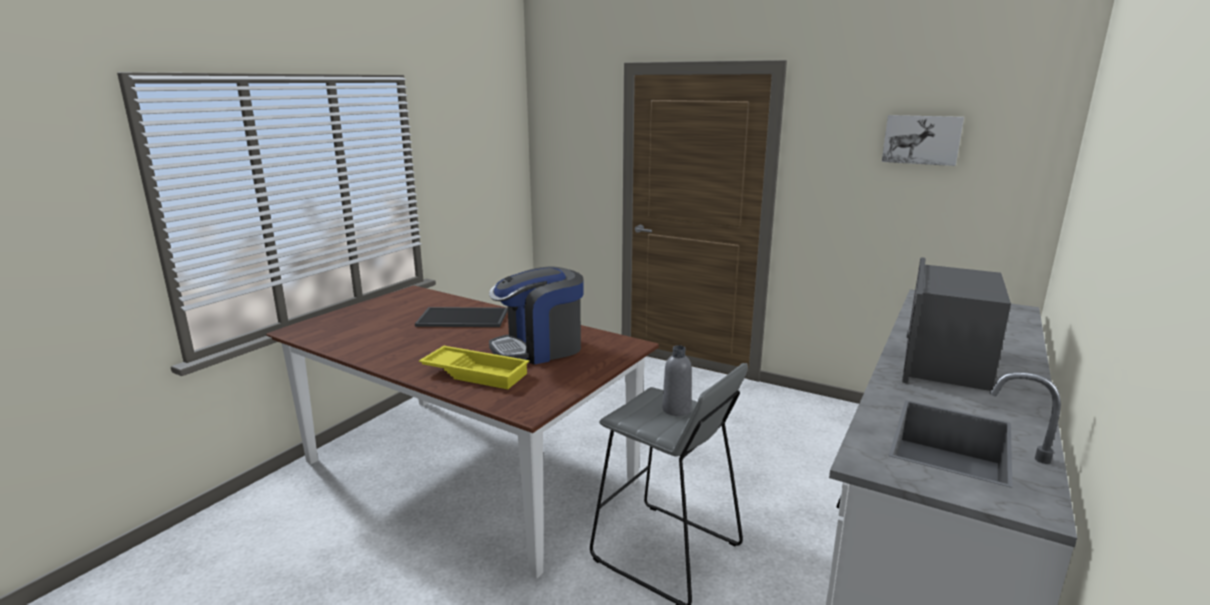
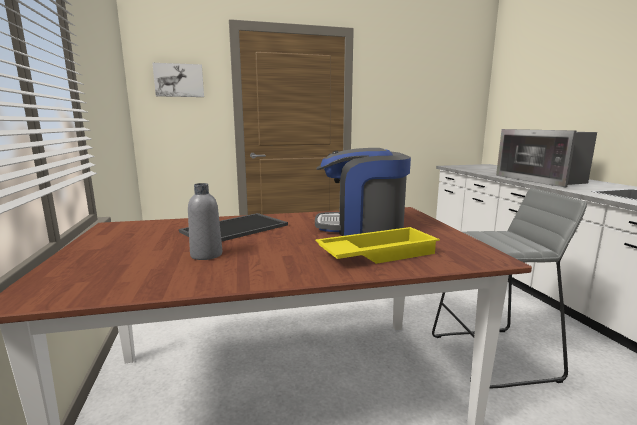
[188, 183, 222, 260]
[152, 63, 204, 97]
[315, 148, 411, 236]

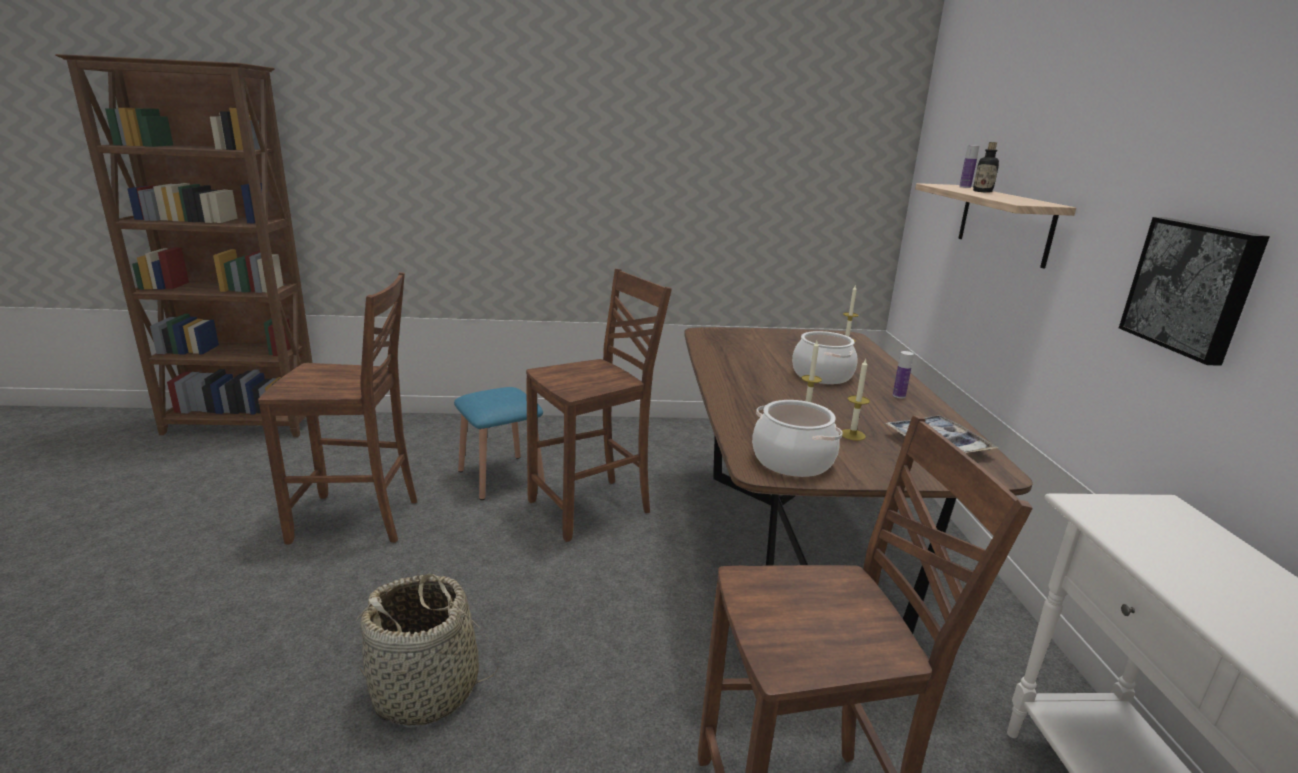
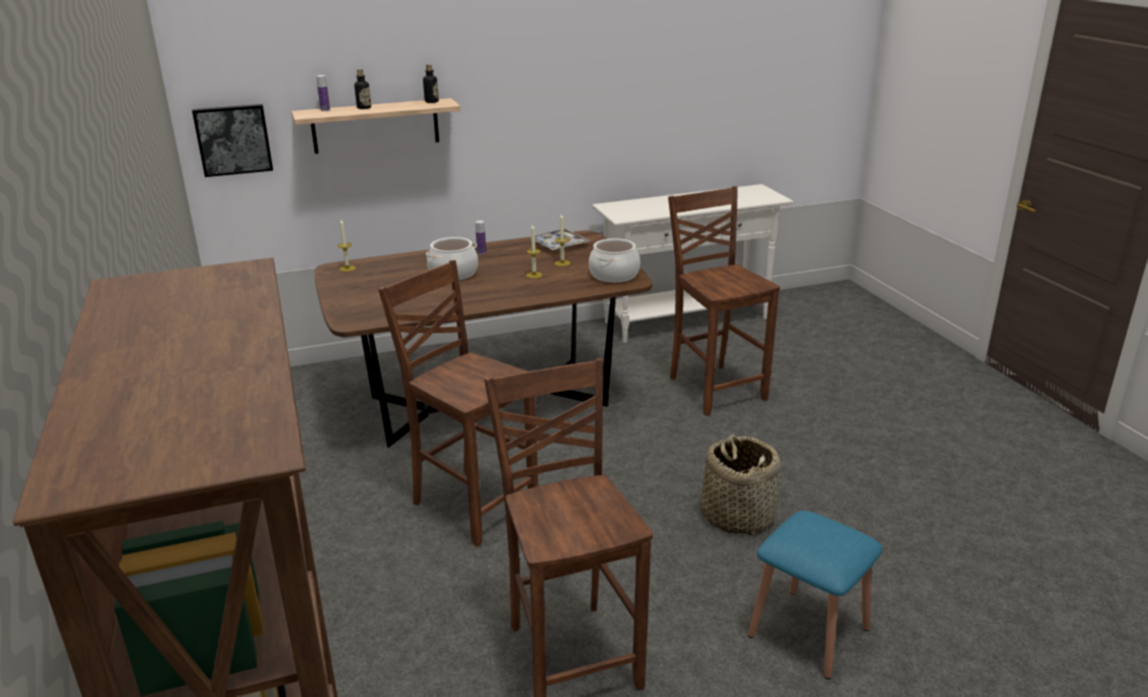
[423, 64, 439, 103]
[748, 510, 883, 679]
[192, 104, 273, 177]

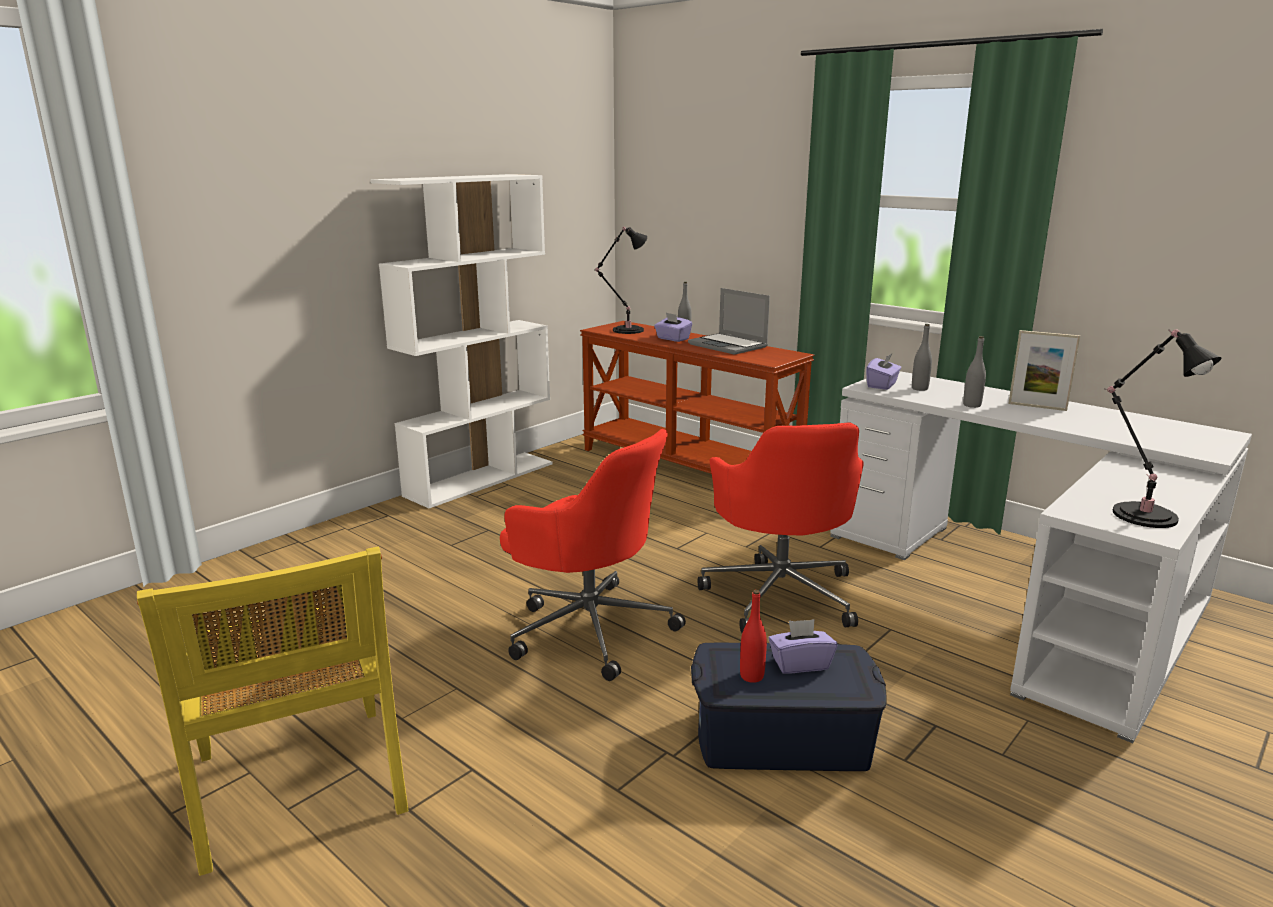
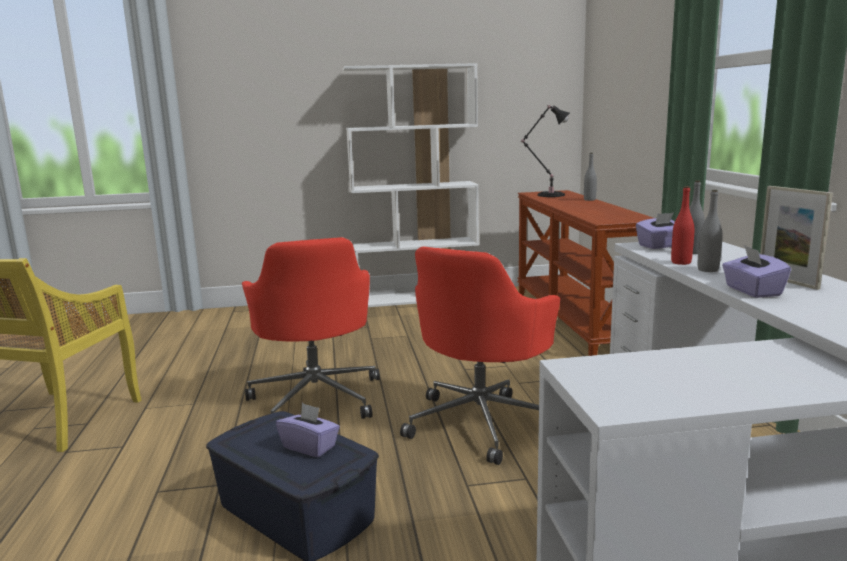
[688, 288, 770, 355] (first image)
[1104, 329, 1222, 528] (first image)
[722, 245, 791, 298]
[671, 186, 694, 265]

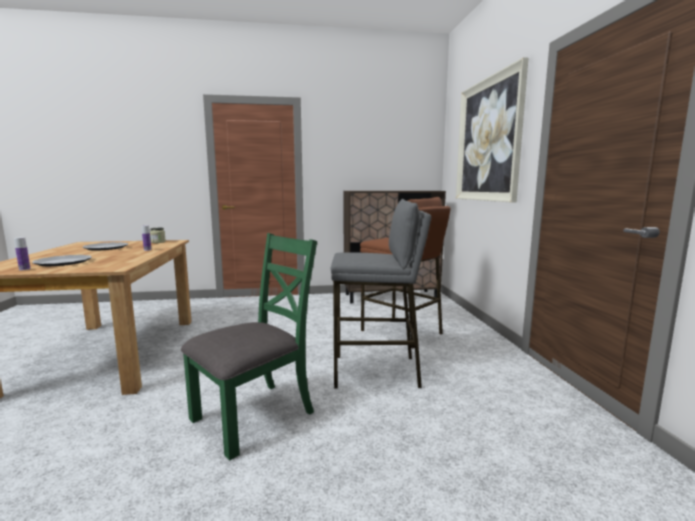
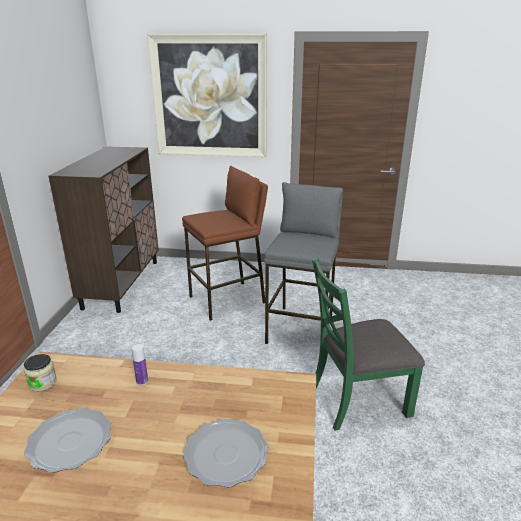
[14, 237, 30, 270] (first image)
[312, 257, 425, 431]

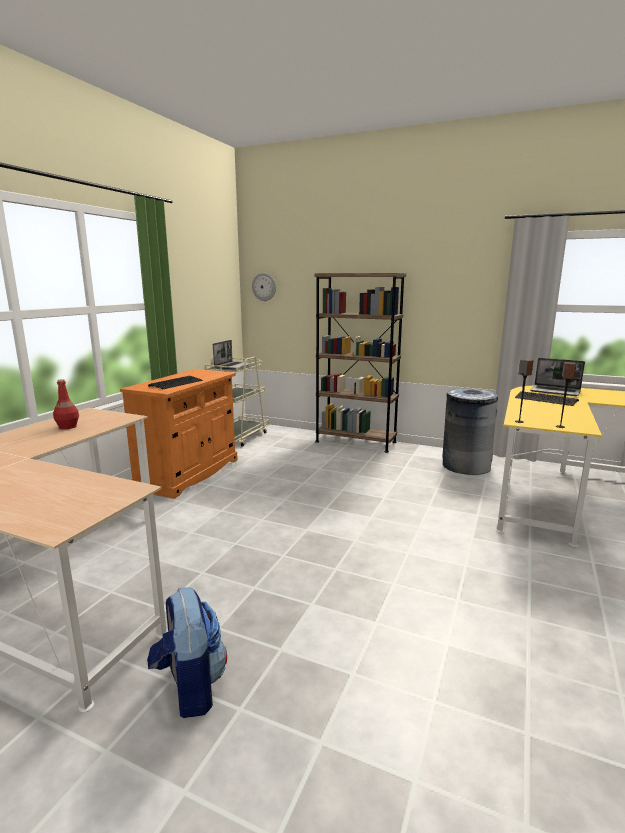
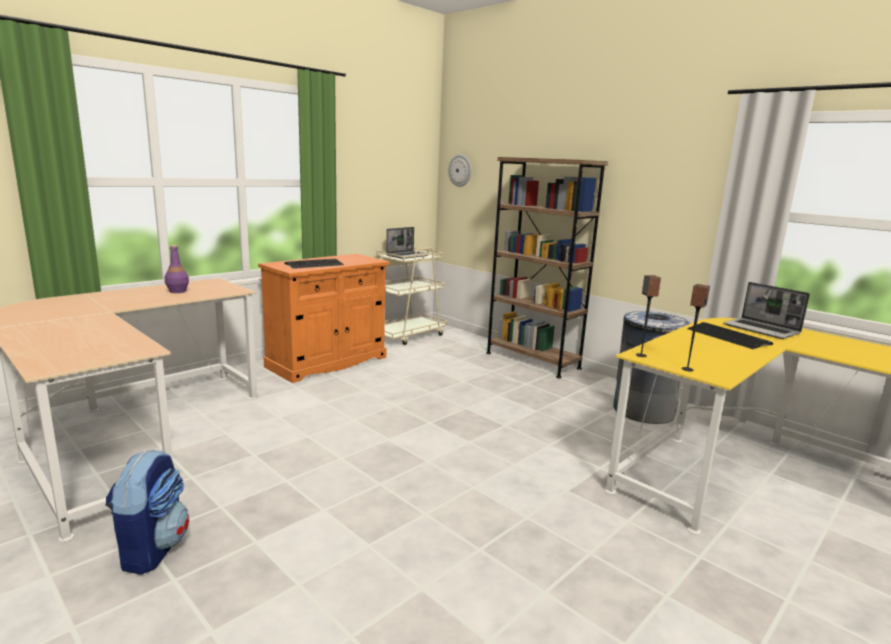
[165, 245, 189, 293]

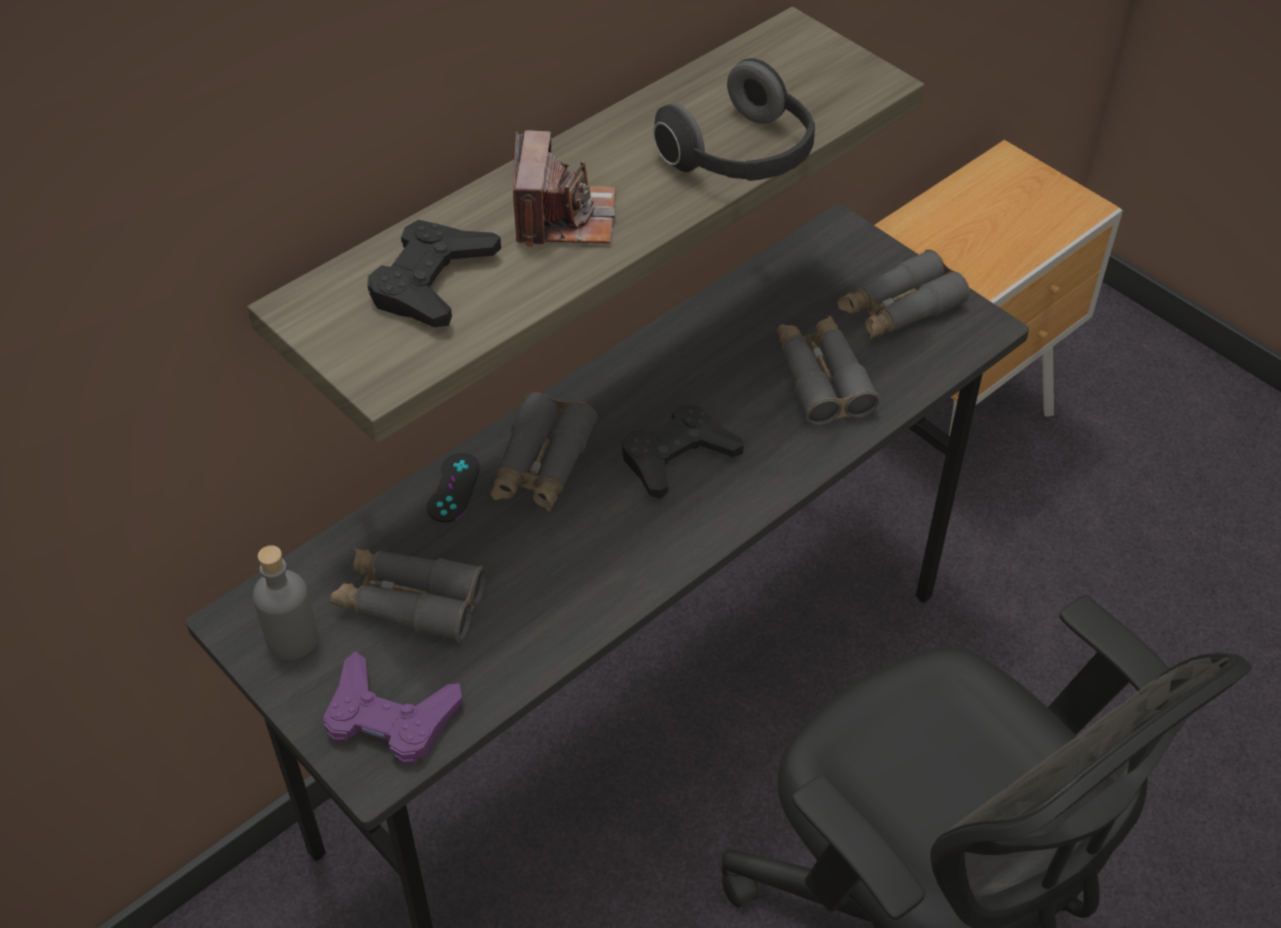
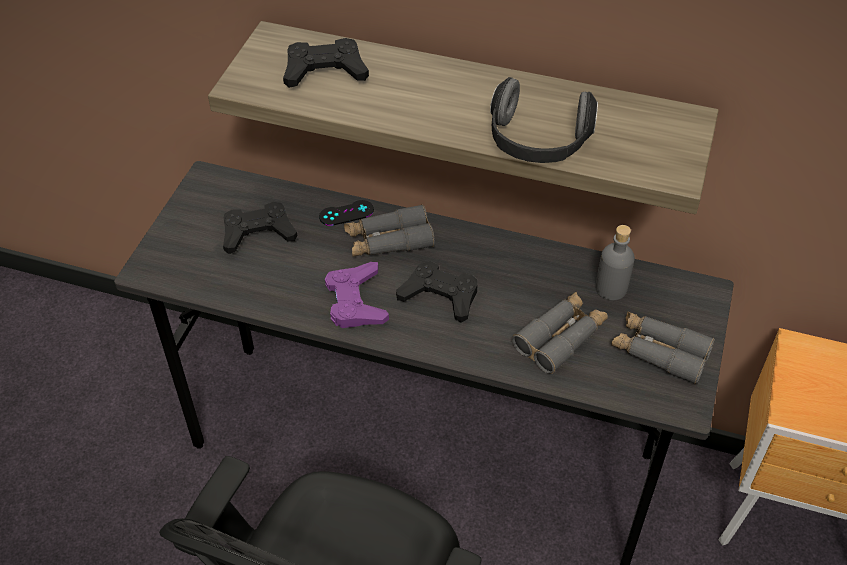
[513, 130, 616, 247] (first image)
[595, 225, 635, 300]
[325, 262, 389, 328]
[223, 202, 297, 254]

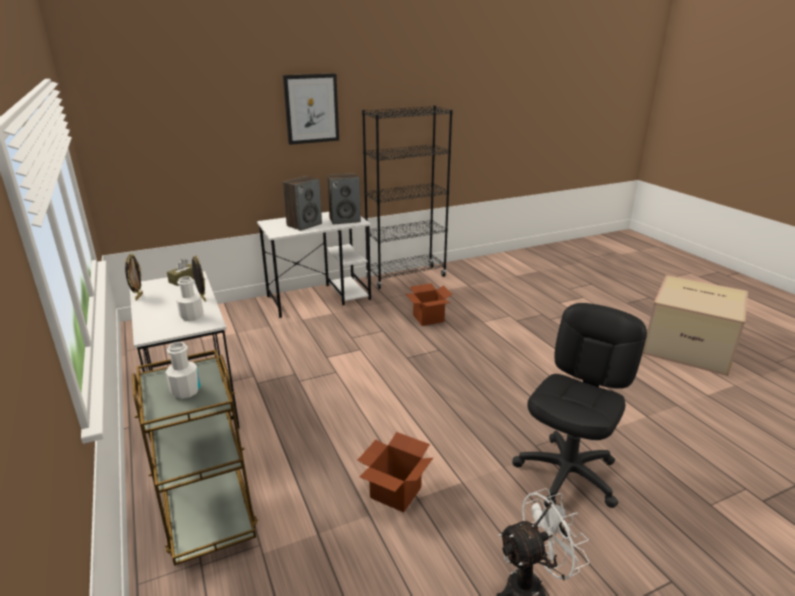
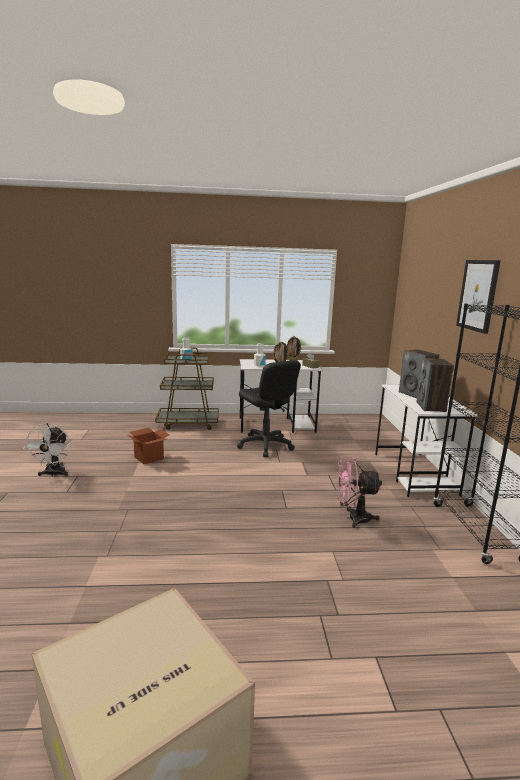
[237, 360, 301, 457]
[337, 457, 382, 528]

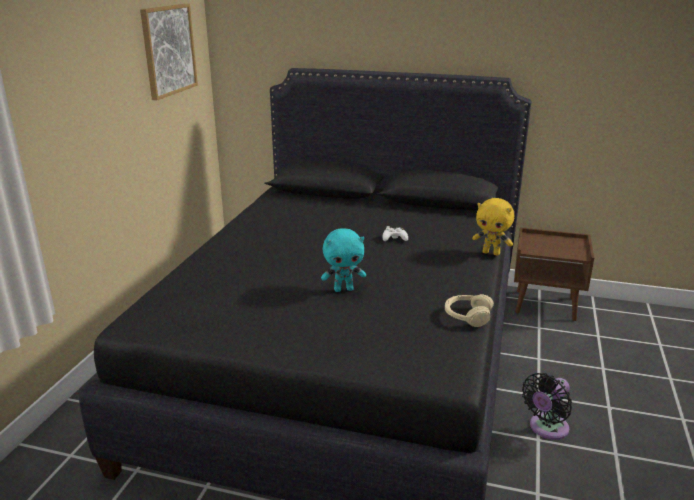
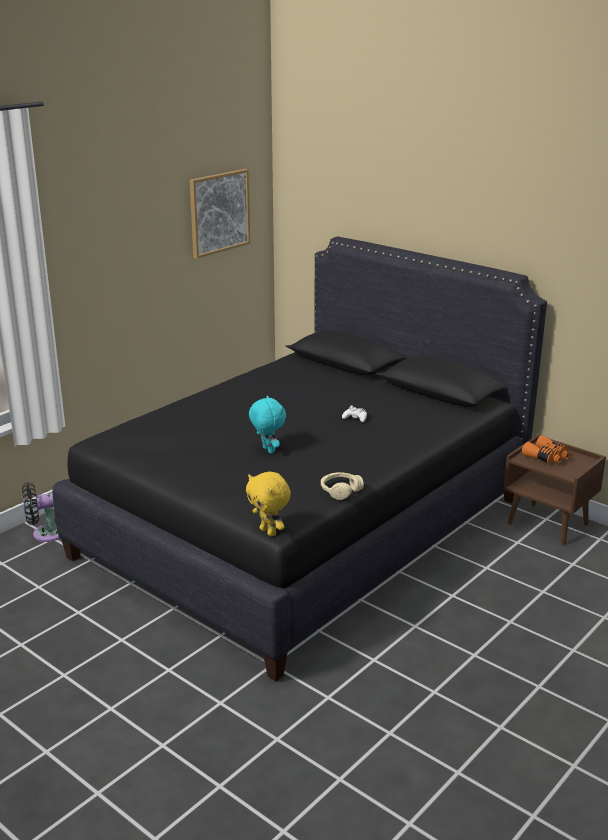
[522, 435, 570, 463]
[246, 472, 291, 537]
[22, 482, 60, 542]
[249, 396, 286, 454]

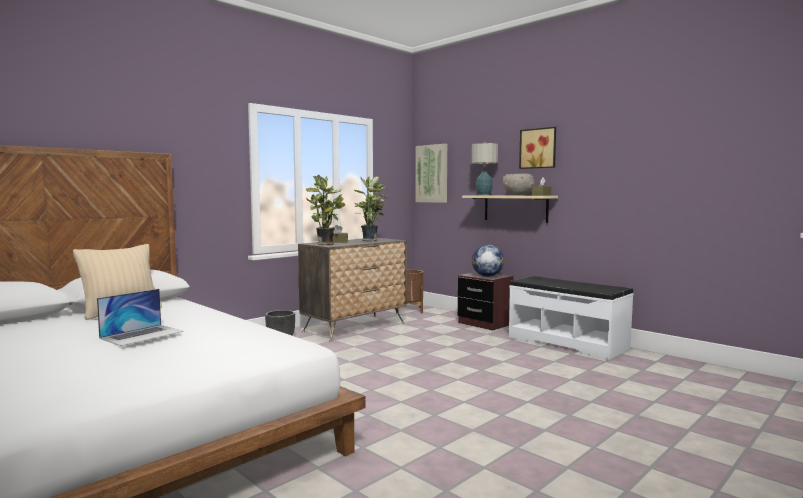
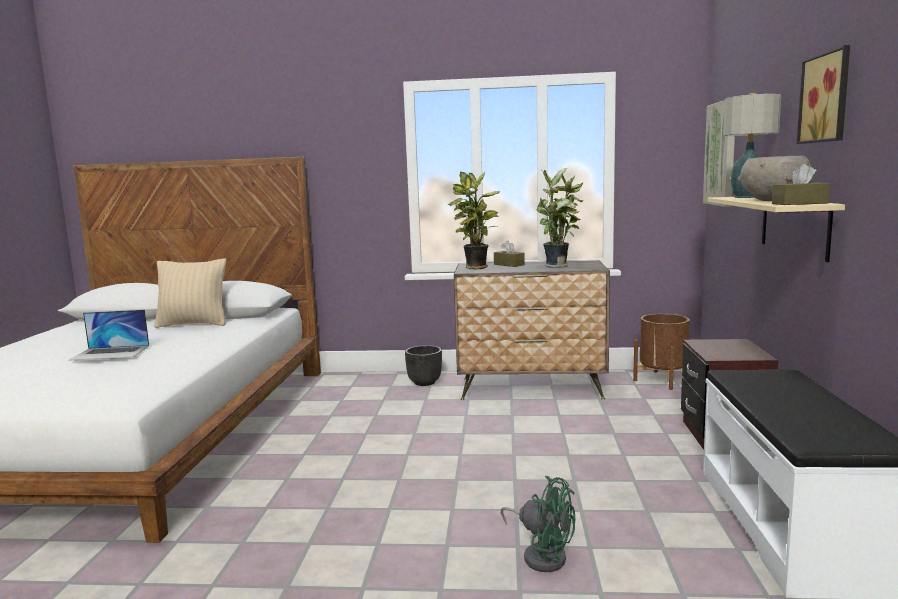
[472, 244, 504, 277] (first image)
[501, 476, 575, 572]

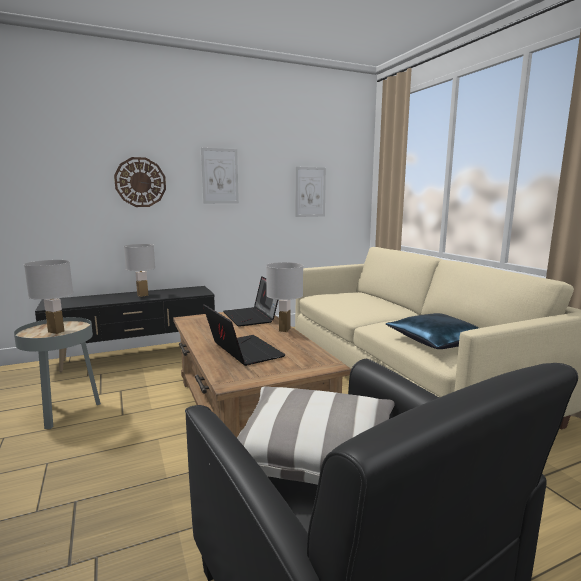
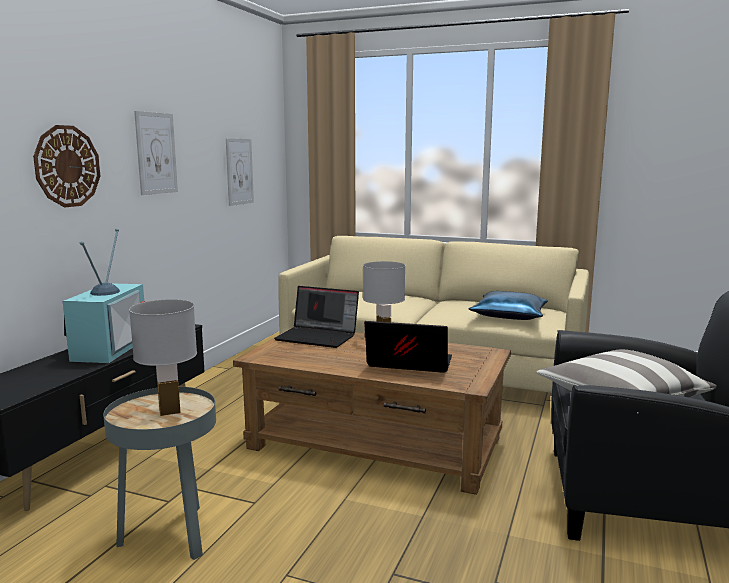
[63, 228, 145, 363]

